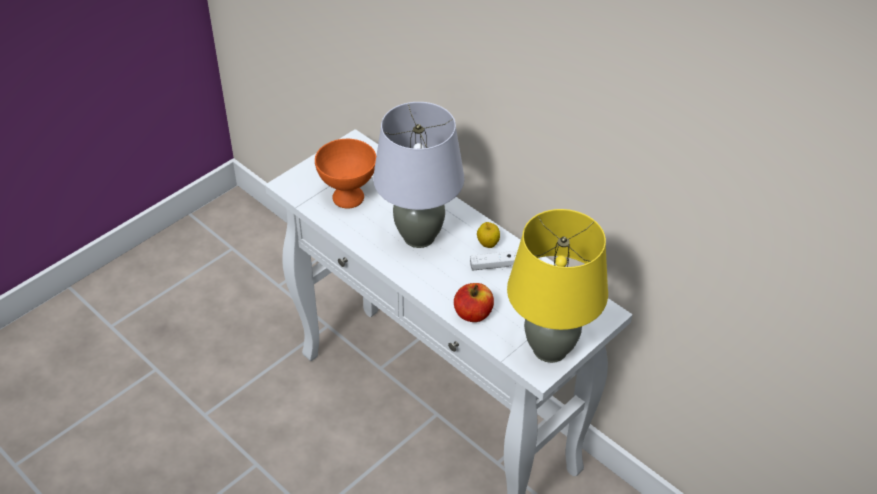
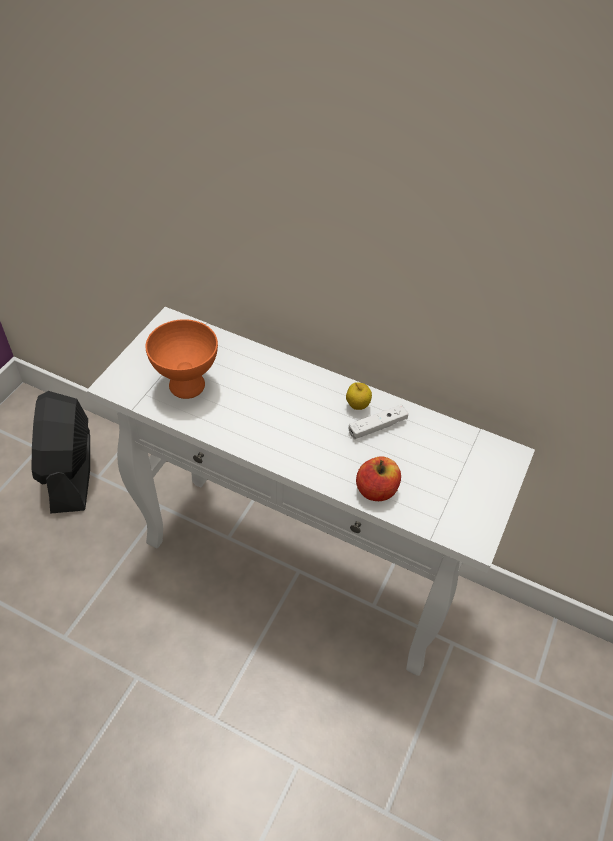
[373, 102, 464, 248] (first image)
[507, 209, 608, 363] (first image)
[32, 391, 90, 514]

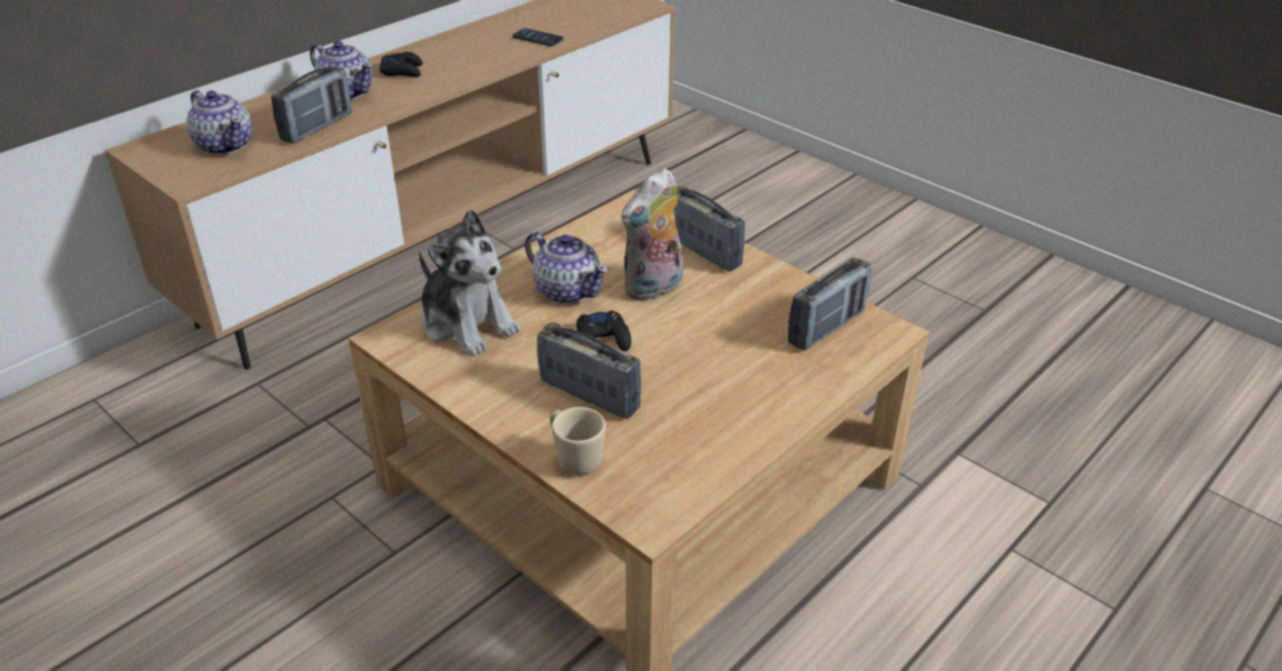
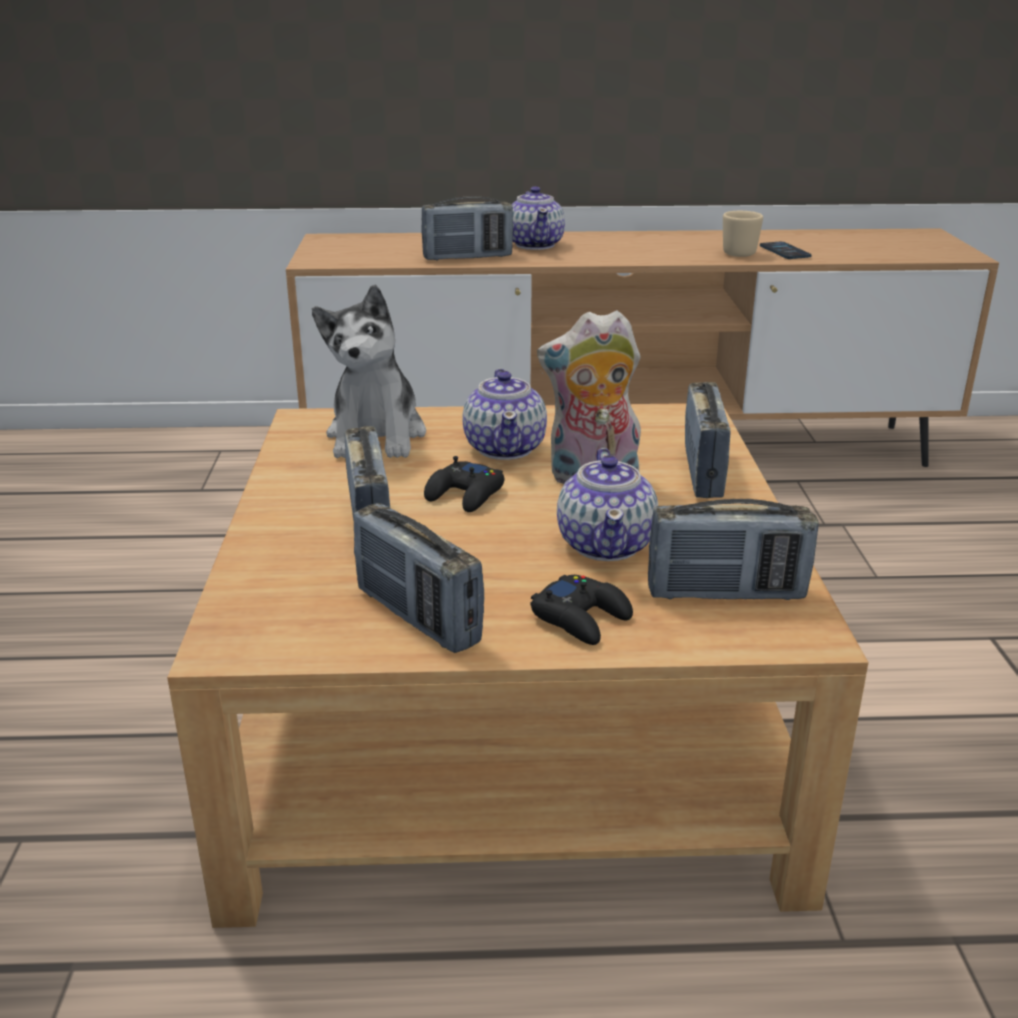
[353, 503, 484, 653]
[557, 448, 658, 561]
[531, 575, 633, 645]
[723, 211, 763, 257]

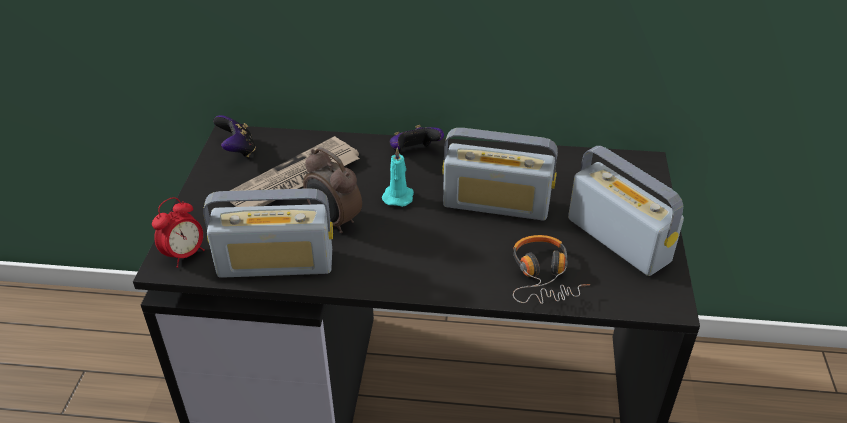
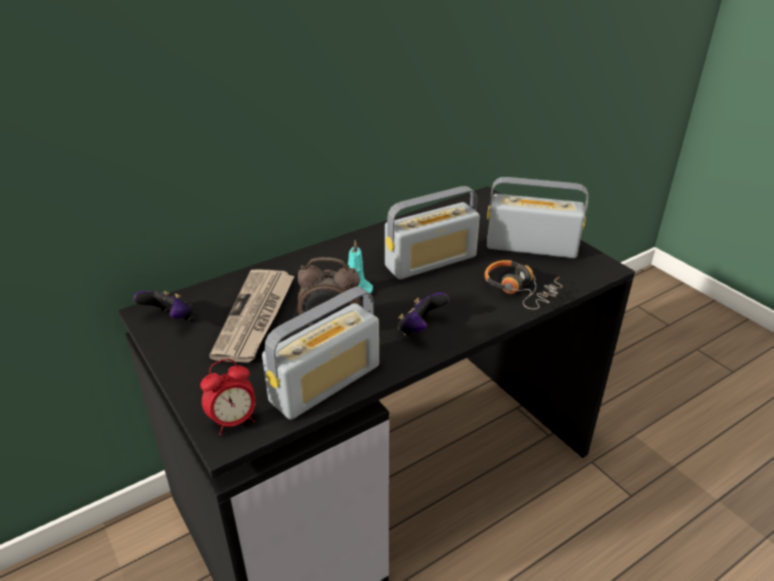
[398, 292, 449, 335]
[200, 359, 256, 435]

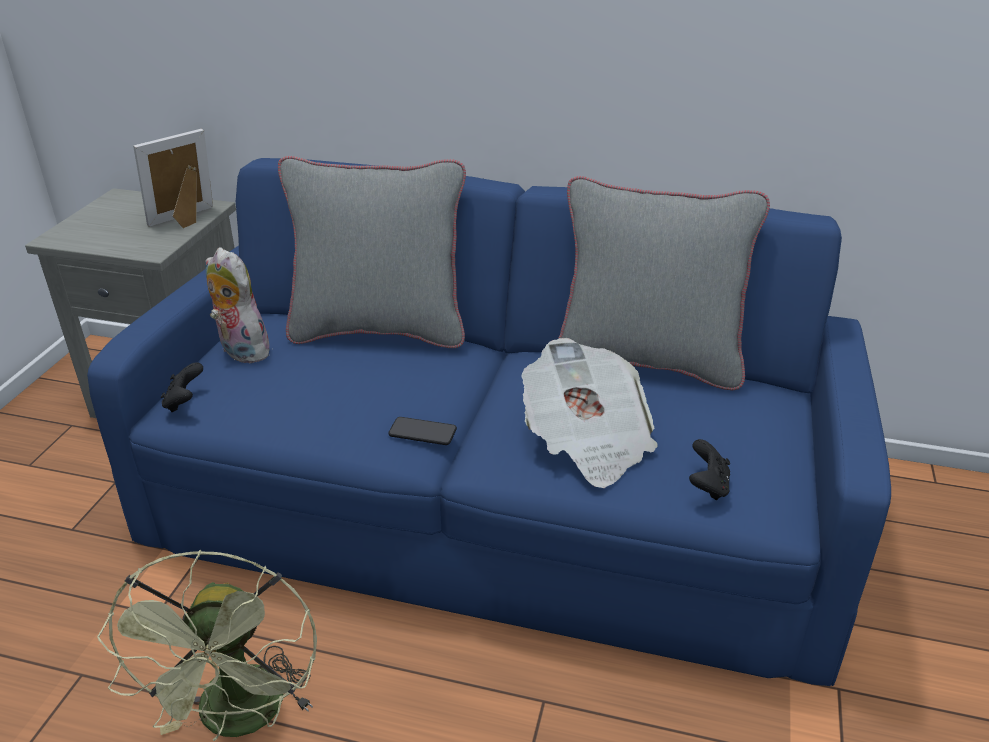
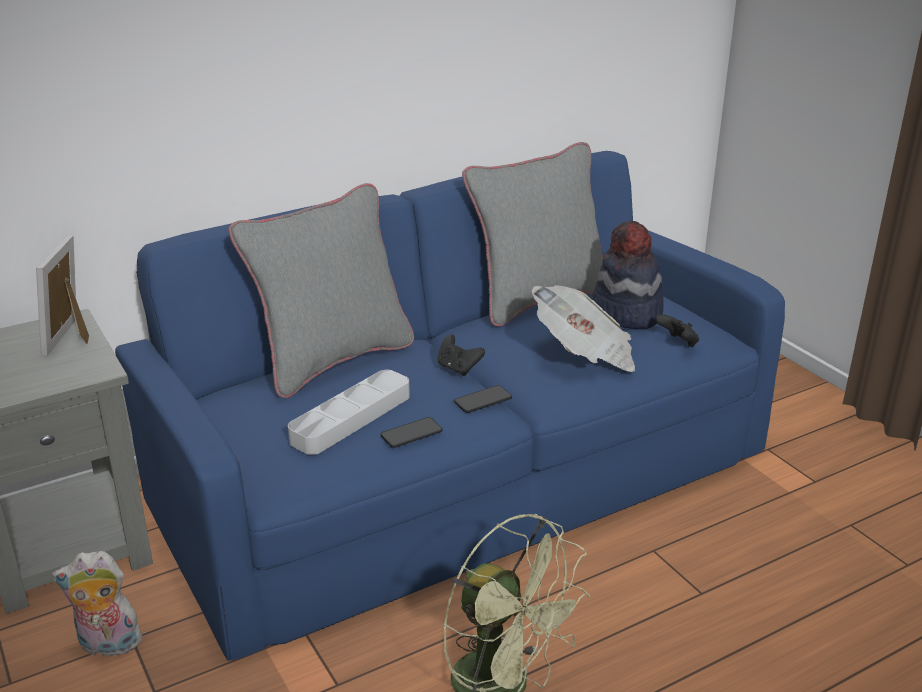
[288, 370, 410, 455]
[380, 417, 442, 448]
[592, 221, 664, 329]
[438, 334, 485, 376]
[52, 551, 148, 656]

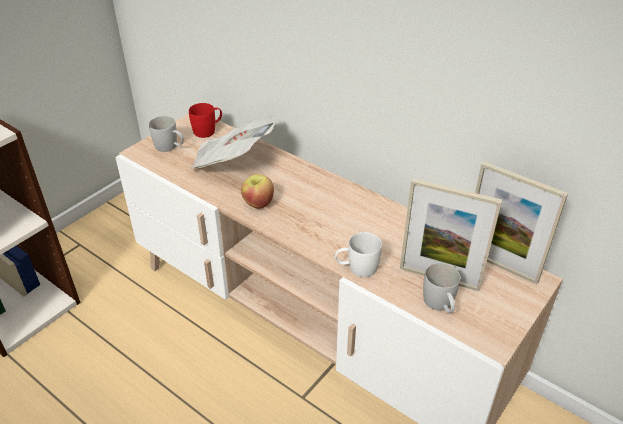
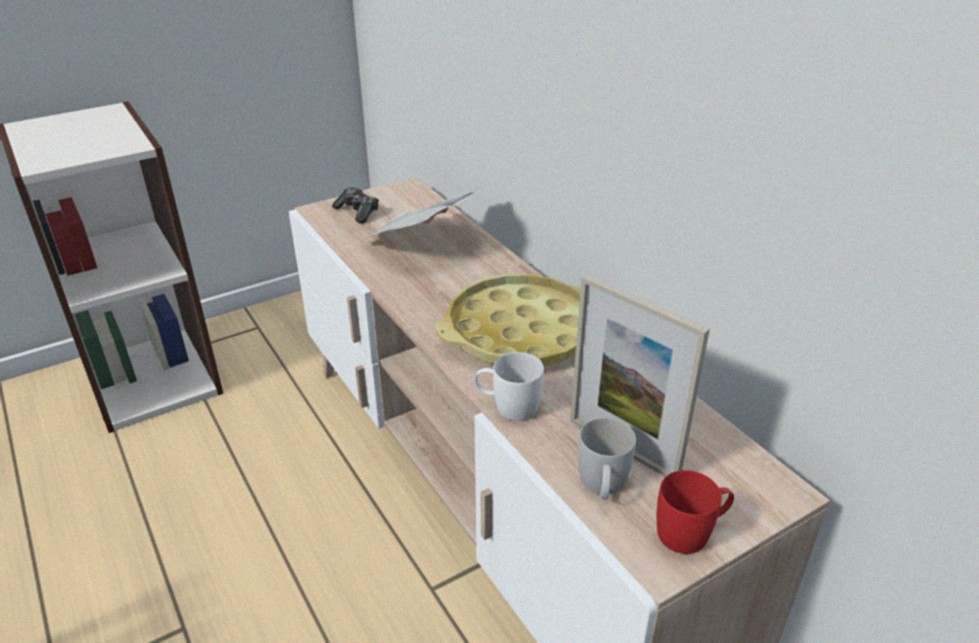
[241, 174, 274, 209] (first image)
[475, 161, 568, 284] (first image)
[436, 274, 581, 366]
[657, 470, 734, 554]
[332, 187, 379, 224]

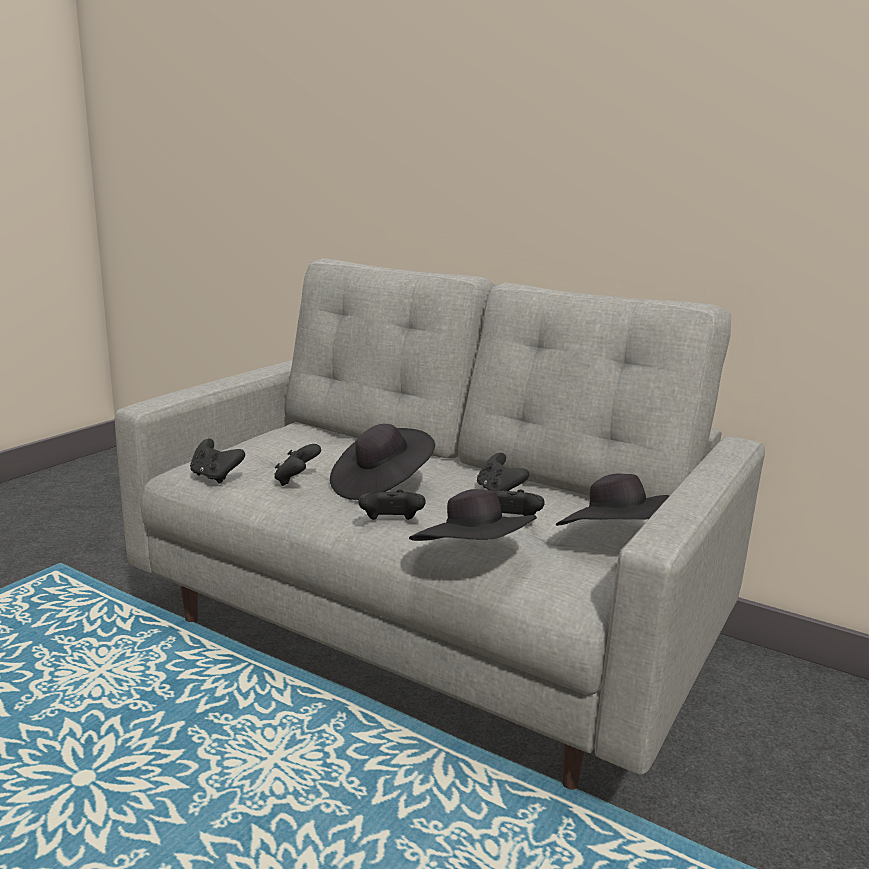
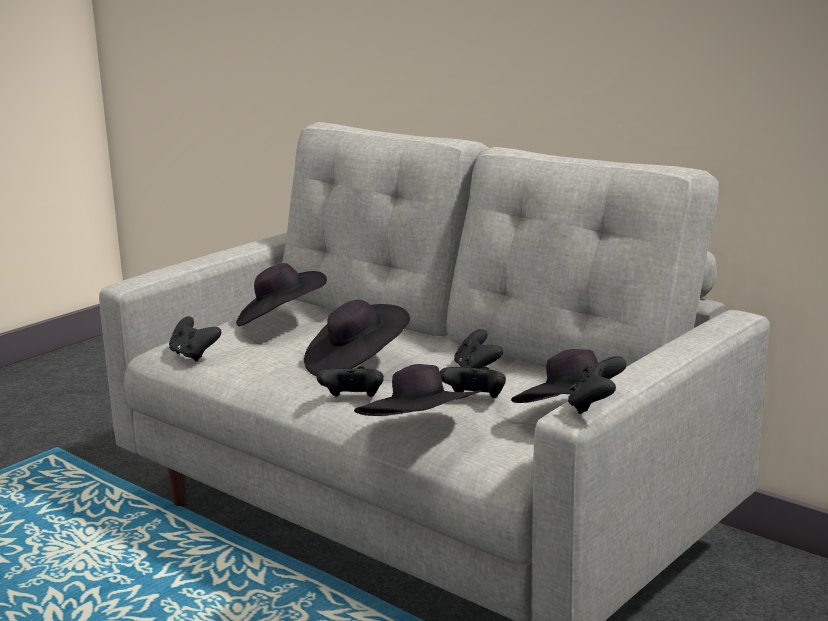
[236, 263, 327, 326]
[568, 356, 627, 414]

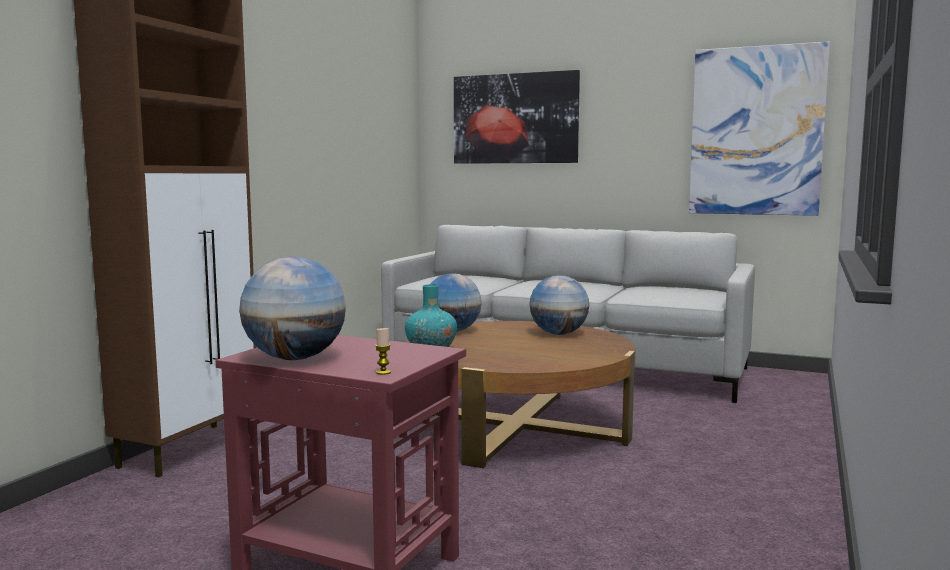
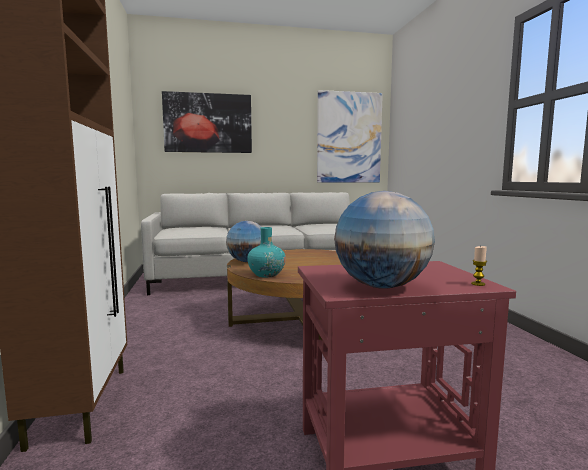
[529, 275, 589, 335] (first image)

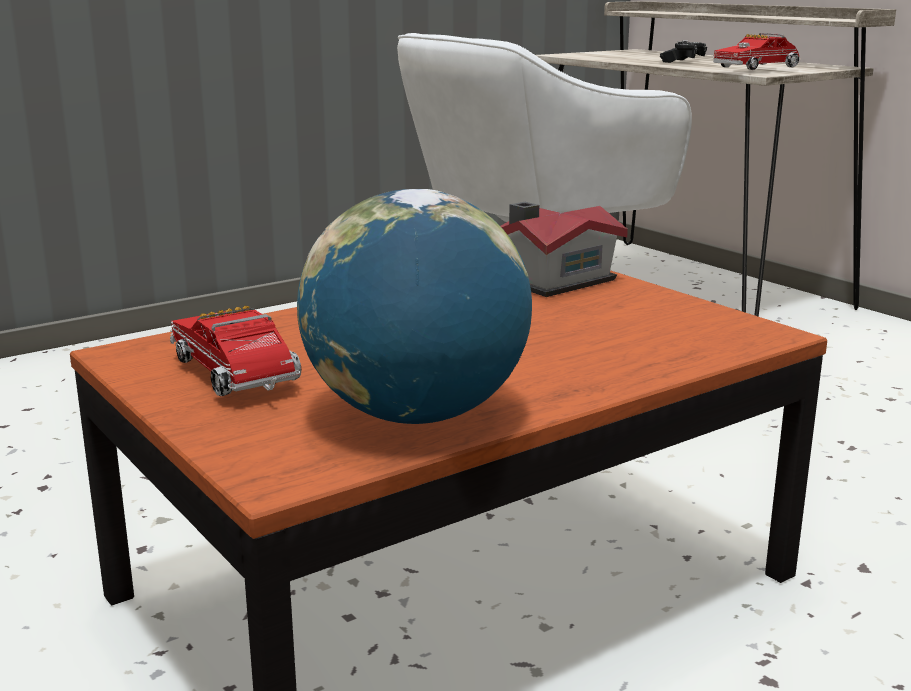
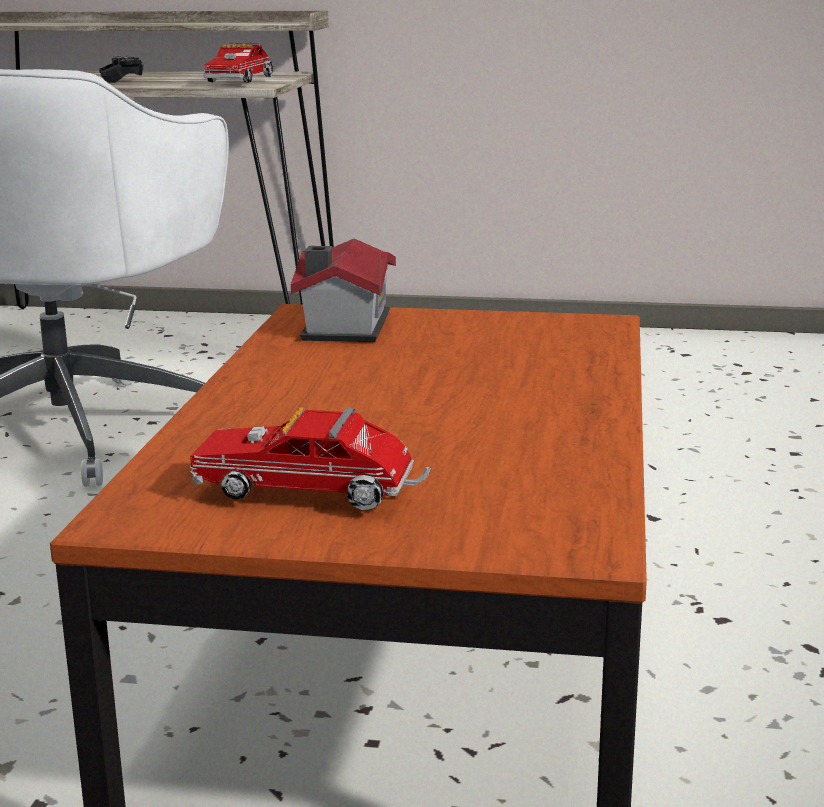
[297, 189, 532, 424] (first image)

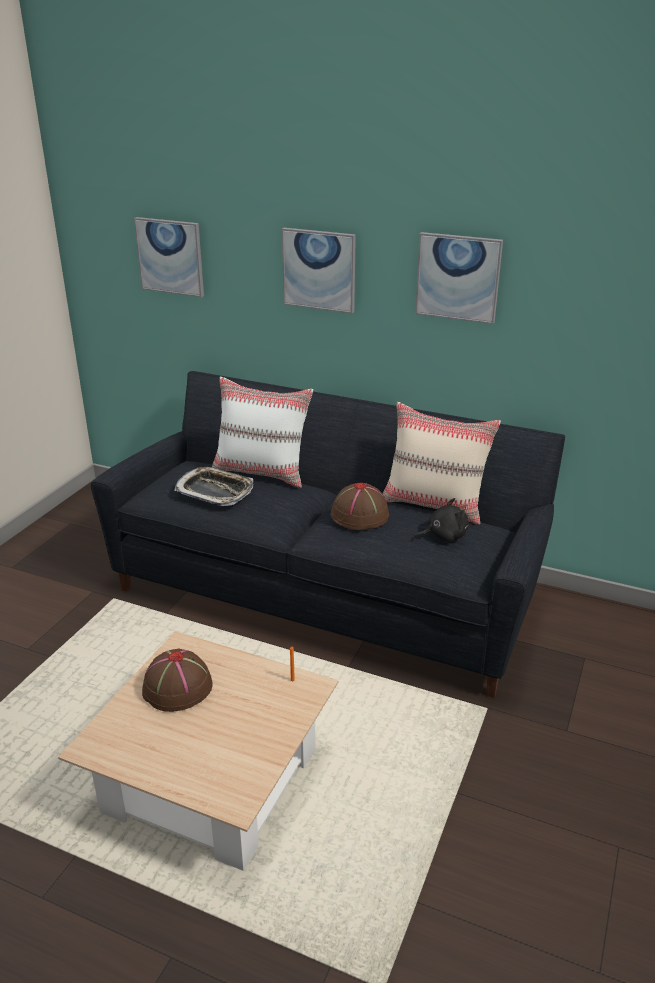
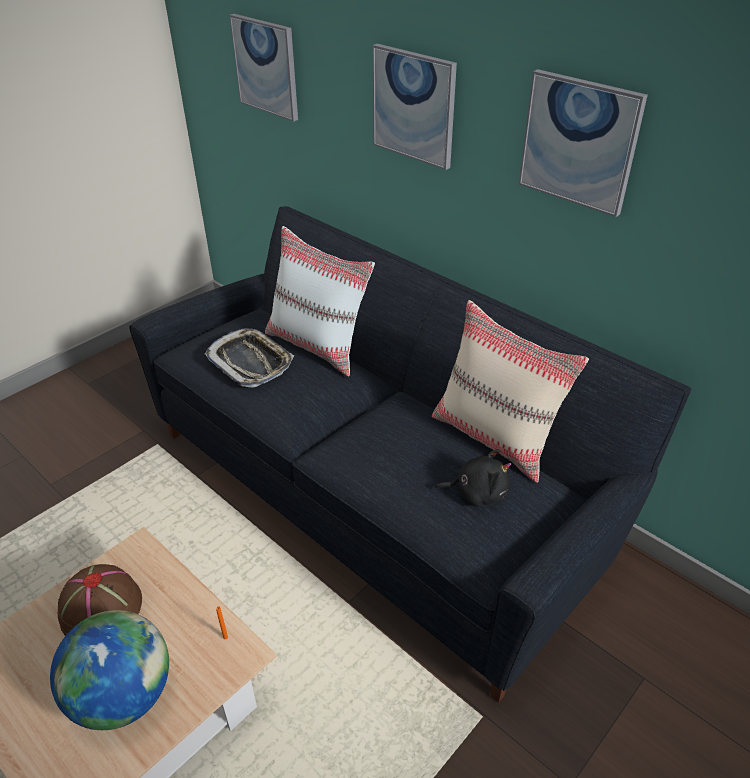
[330, 482, 389, 530] (first image)
[50, 610, 169, 730]

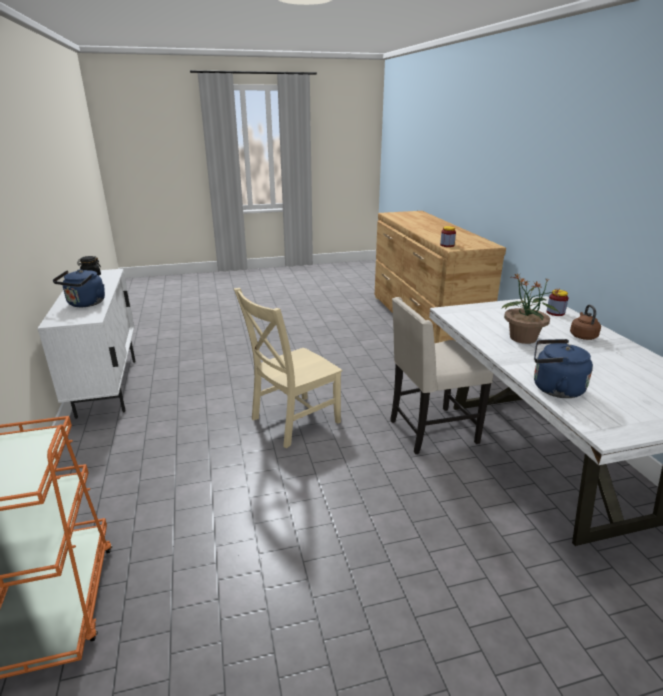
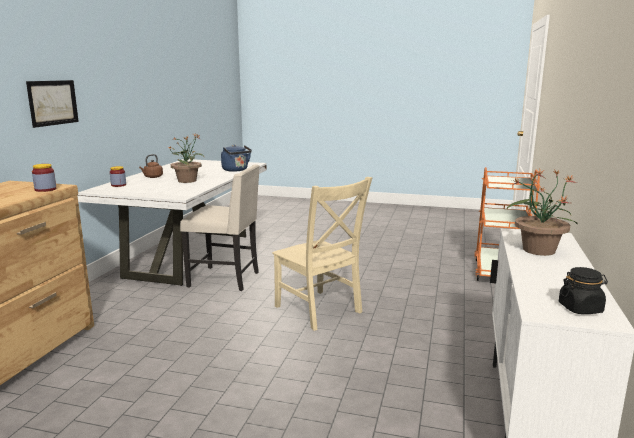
[26, 80, 79, 128]
[506, 169, 578, 256]
[272, 177, 373, 331]

